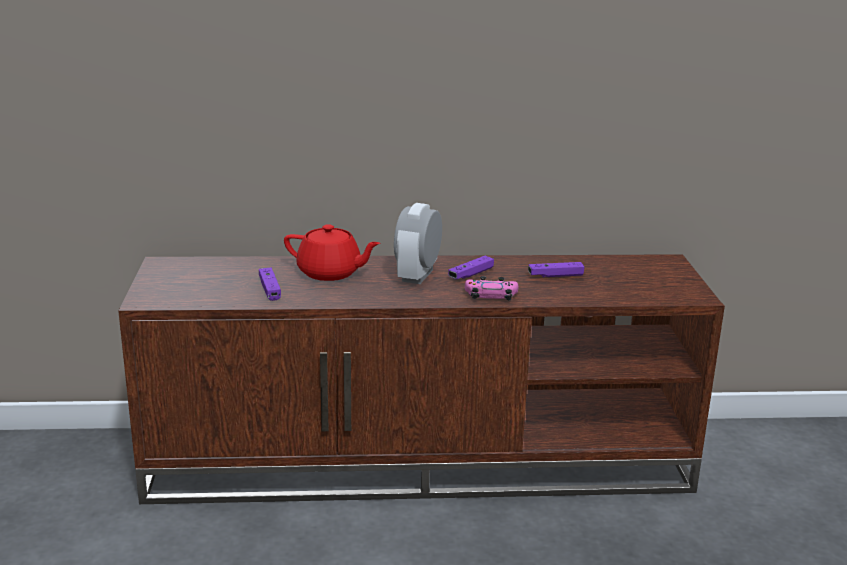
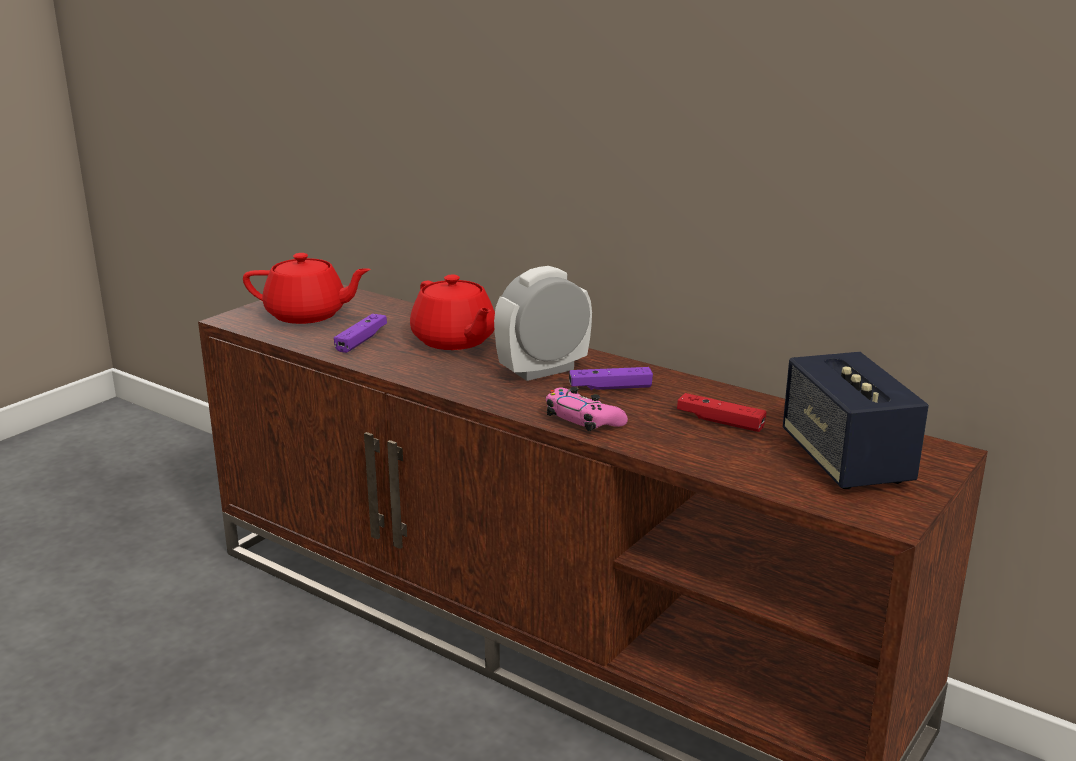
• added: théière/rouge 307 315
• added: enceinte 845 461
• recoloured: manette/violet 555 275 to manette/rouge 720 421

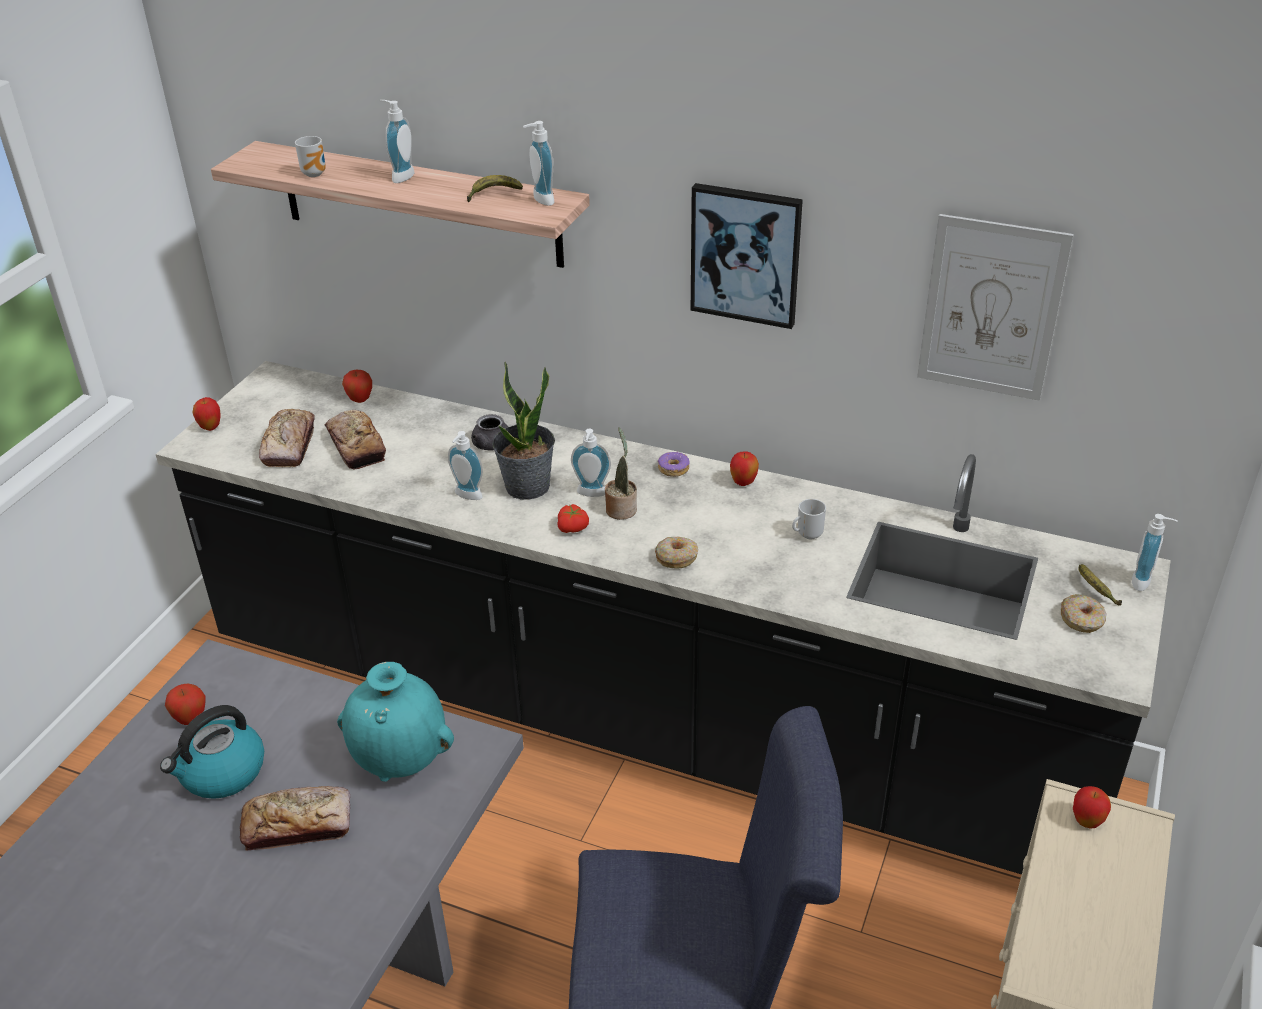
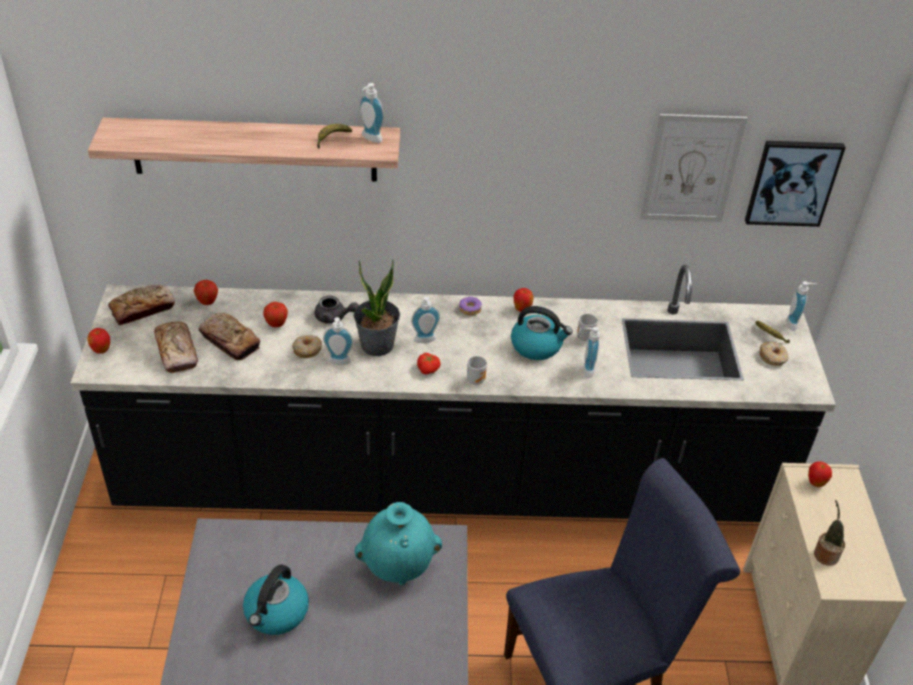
• added: bouilloire 537 346
• moved: pomme 191 719 to 276 325
• moved: pain 298 825 to 143 309
• moved: mug 316 173 to 476 379
• moved: distributeur de savon 400 176 to 585 369
• moved: plante en pot 621 508 to 825 553
• moved: beignet 676 557 to 307 350
• moved: tableau 746 254 to 792 182

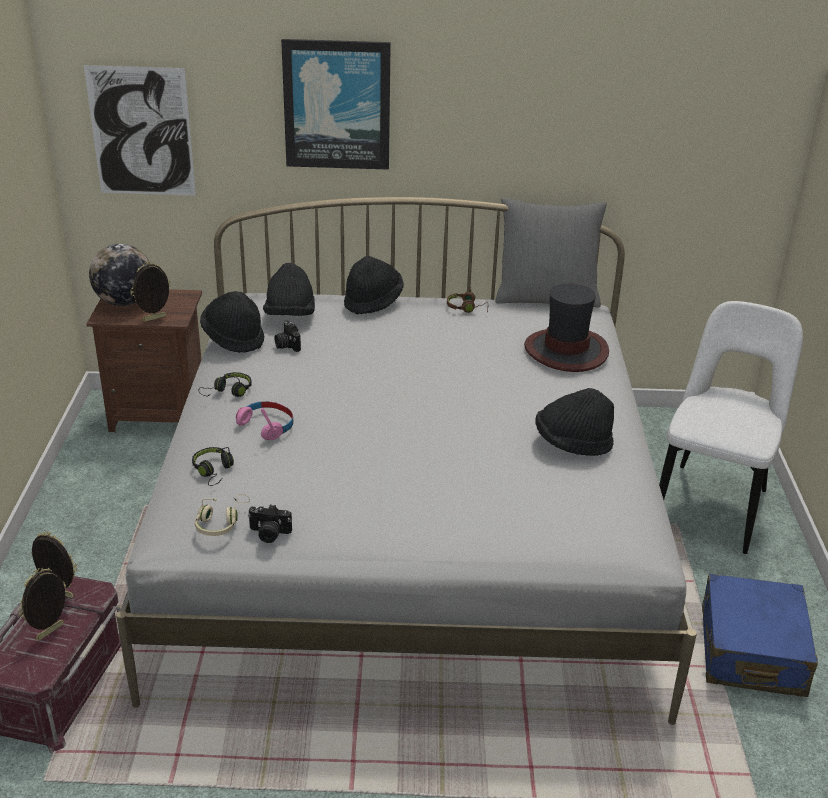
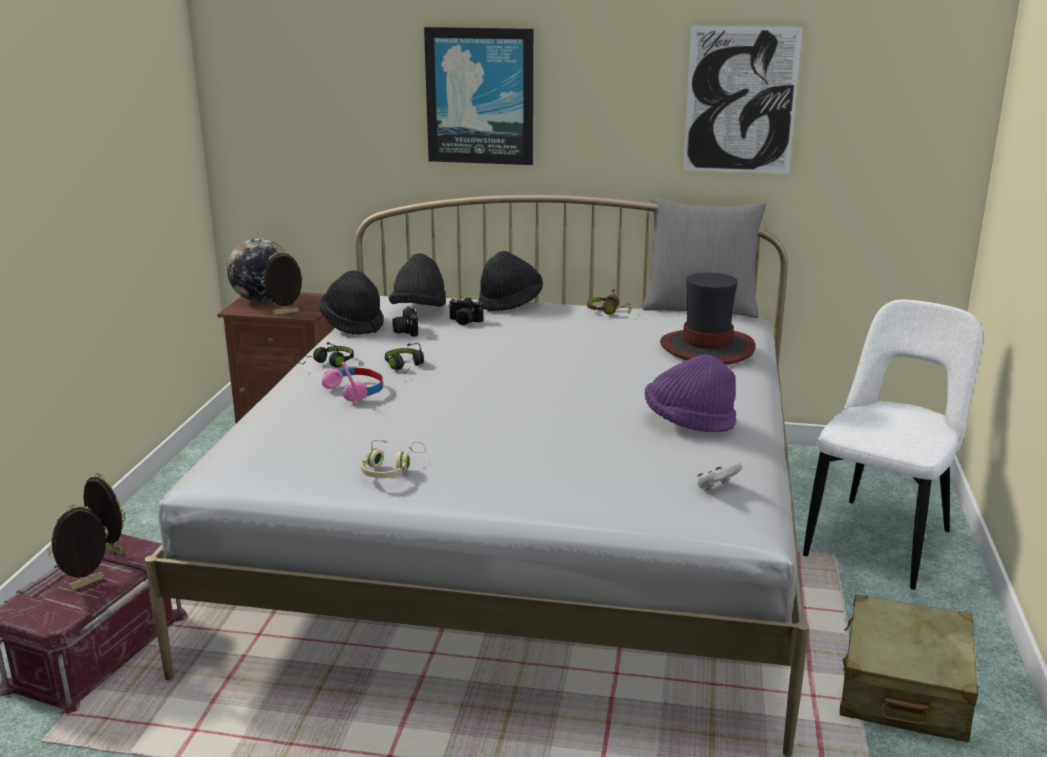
• added: manette/blanc 717 487
• moved: tableau 141 132 to 740 100
• moved: casque audio/noir 213 471 to 404 367
• moved: casque audio/beige 221 522 to 391 469
• moved: appareil photo 269 534 to 464 322
• recoloured: chapeau/noir 572 444 to chapeau/violet 688 422
• recoloured: valise/bleu 751 651 to valise/beige 903 689

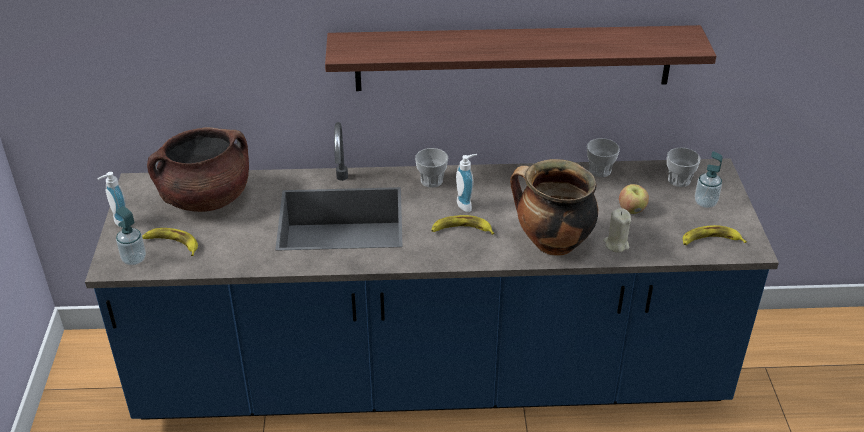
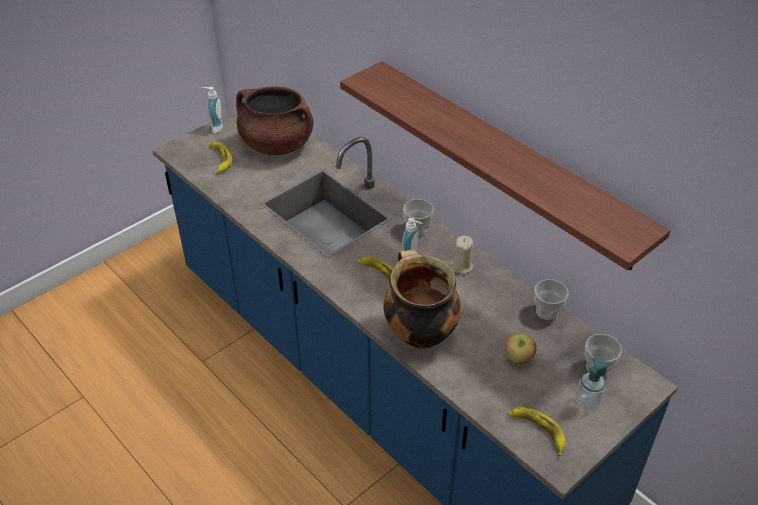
• removed: distributeur de savon 134 259
• moved: bougie/beige 616 244 to 461 266

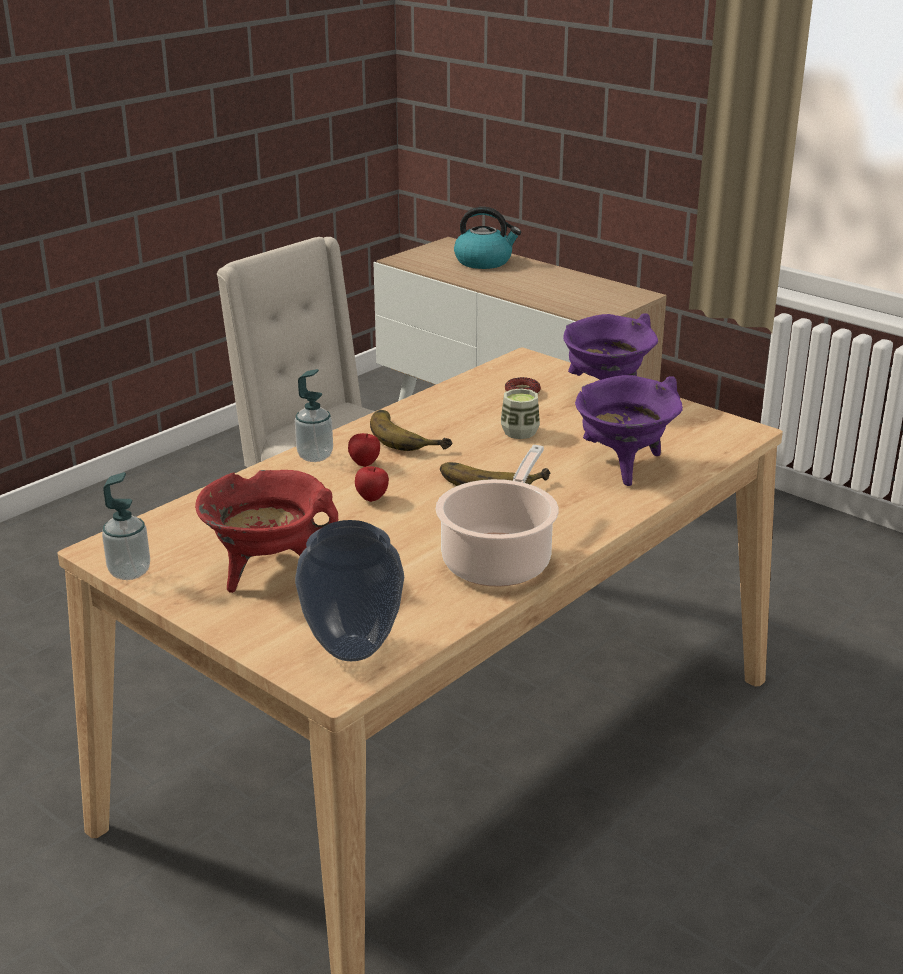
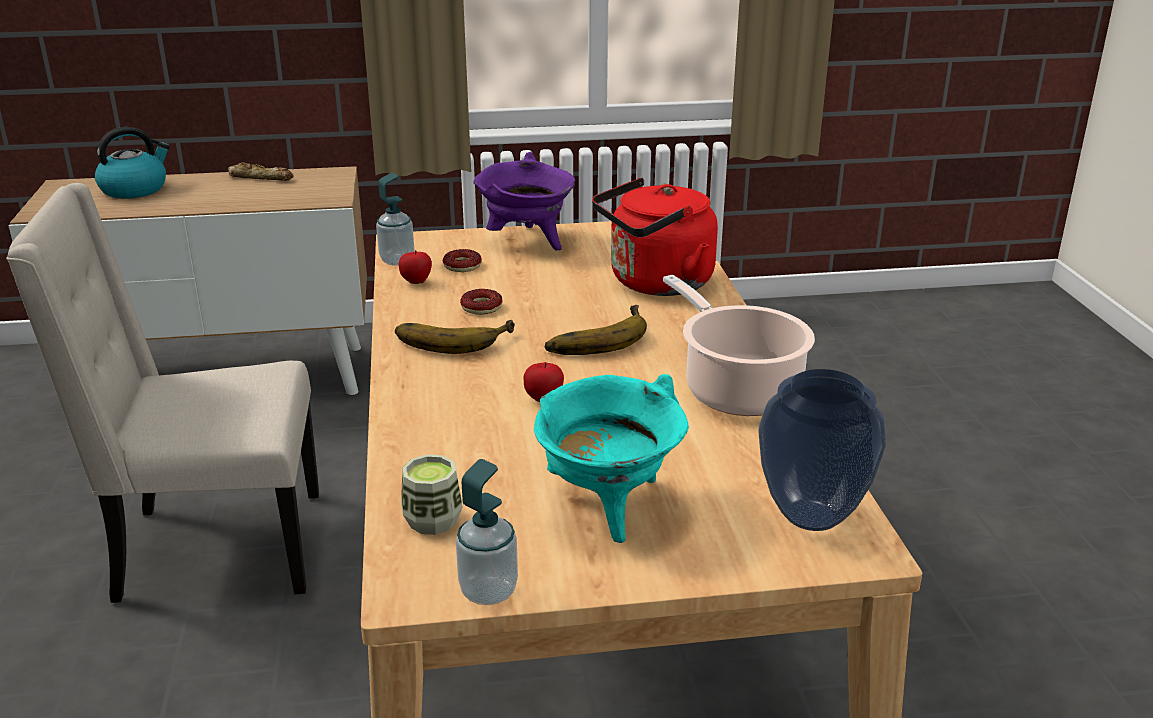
• added: pain 261 177
• added: beignet 481 307
• moved: distributeur de savon 315 456 to 397 260
• moved: pomme 365 464 to 416 282
• moved: tasse 519 432 to 433 520
• replaced: marmite/violet 623 466 to bouilloire/rouge 656 284
• recoloured: marmite/rouge 268 572 to marmite/turquoise 608 506

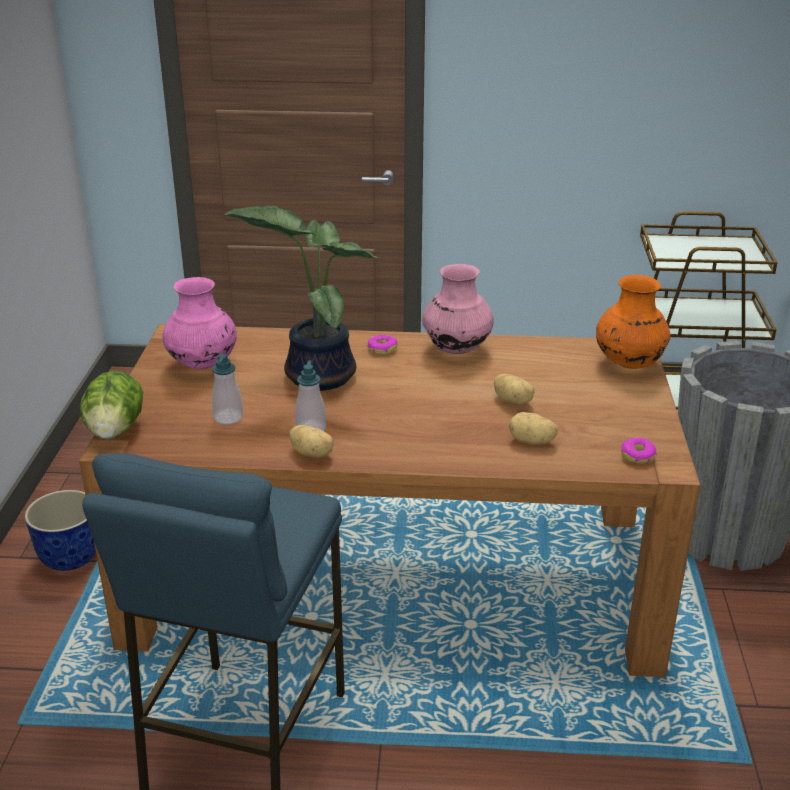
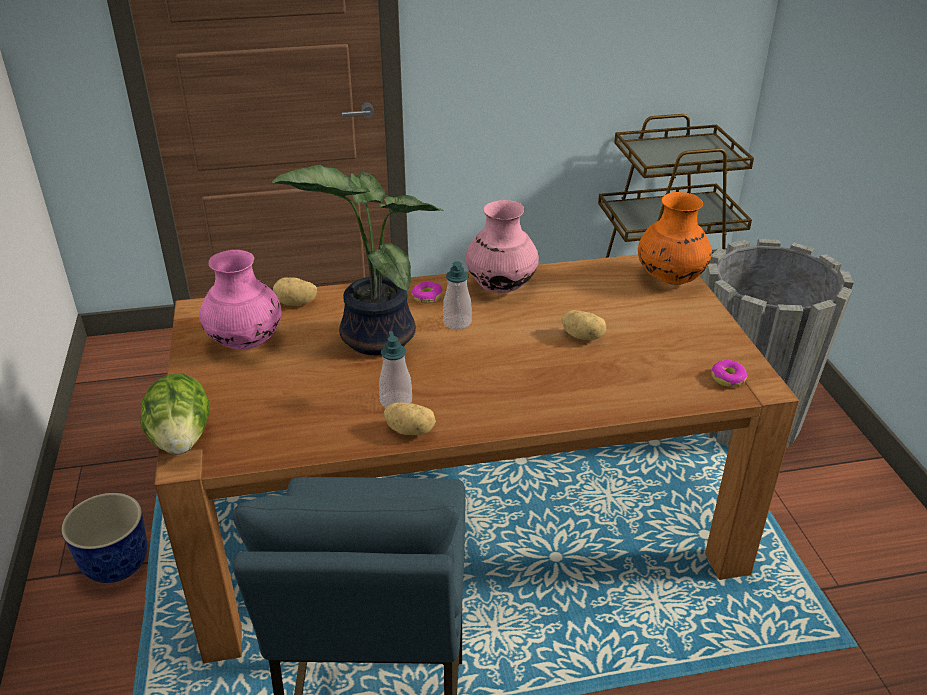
• moved: distributeur de savon 228 417 to 457 322
• moved: pomme de terre 531 442 to 296 303

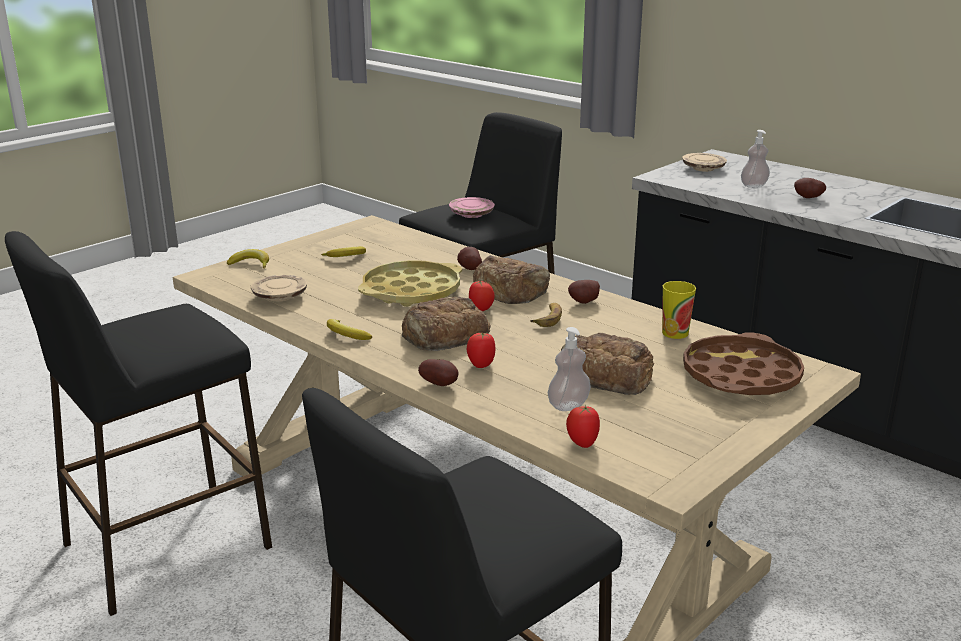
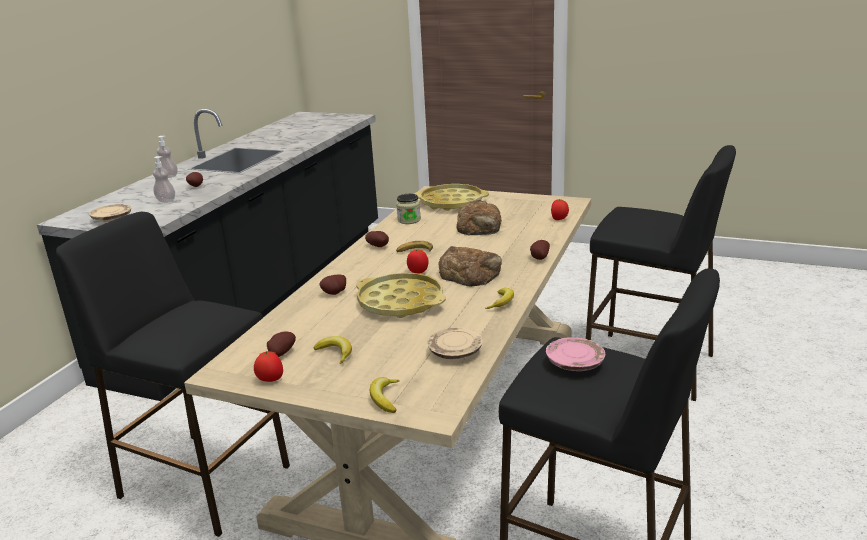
• removed: pain 510 289
• added: pomme de terre 281 354
• moved: assiette/rose 472 214 to 574 363
• moved: tomate 481 365 to 270 380
• moved: distributeur de savon 568 405 to 169 176
• replaced: tasse 675 333 to bocal 409 220
• recoloured: plateau/marron 740 376 to plateau/jaune 451 202

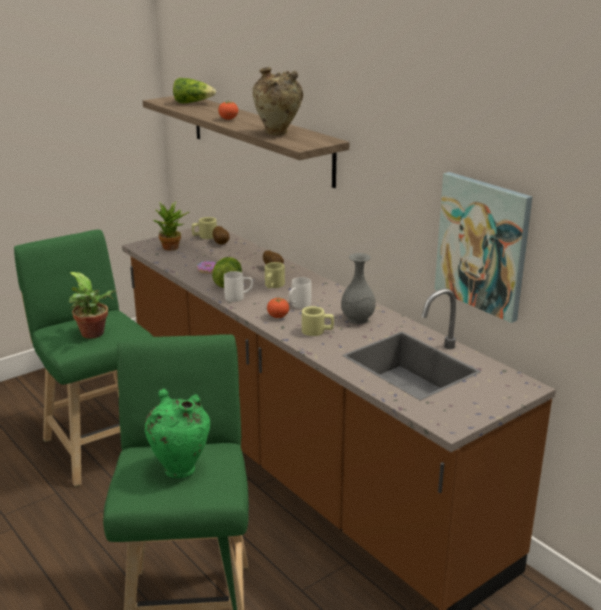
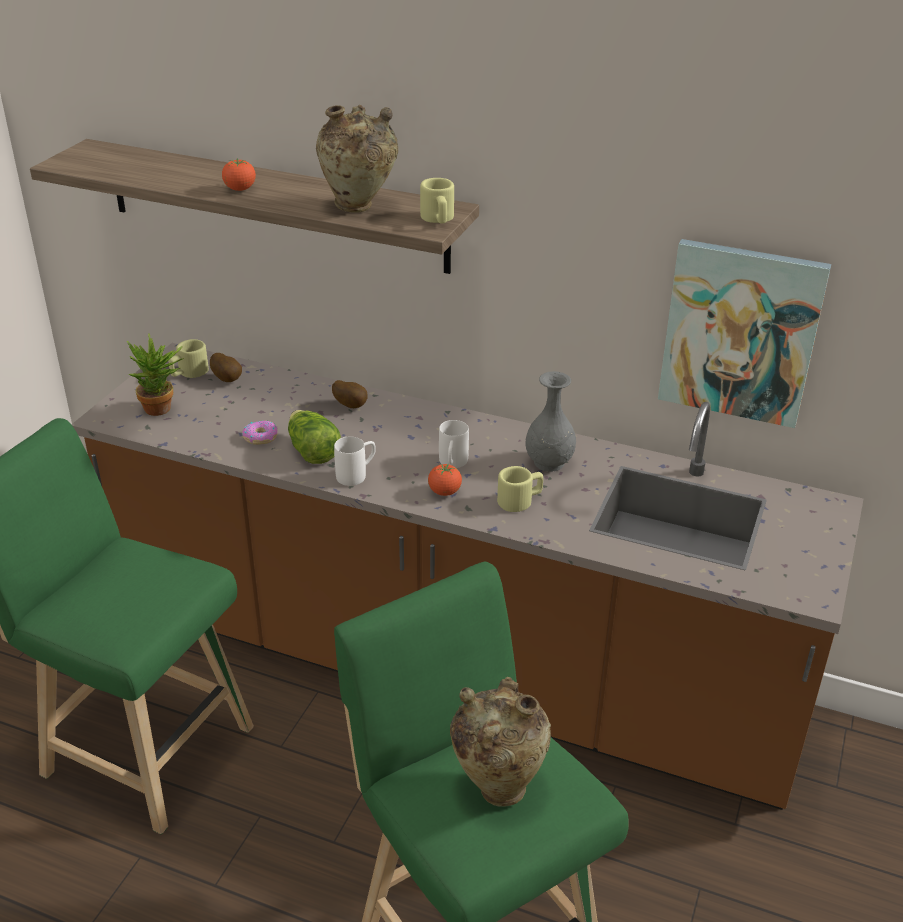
• removed: plante en pot 94 334
• removed: laitue 193 103
• moved: mug/beige 273 286 to 438 219
• recoloured: vase/vert 180 468 to vase/beige 498 785

